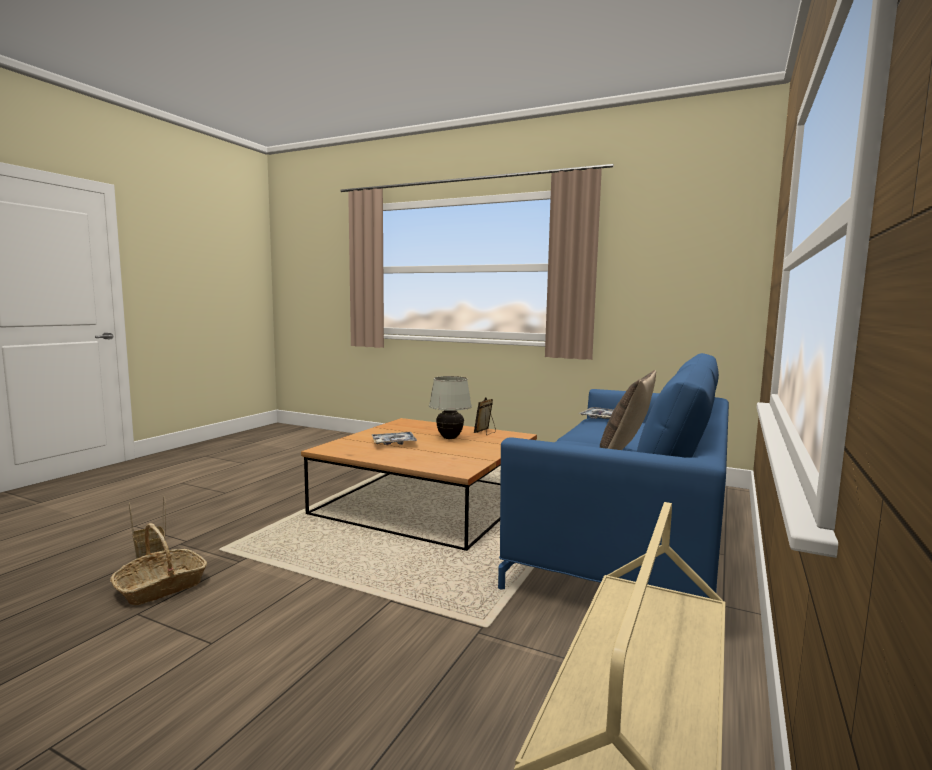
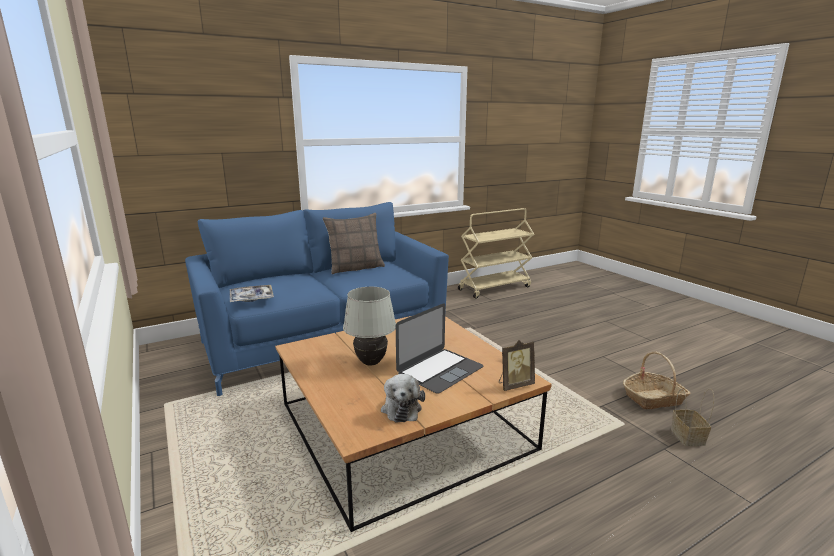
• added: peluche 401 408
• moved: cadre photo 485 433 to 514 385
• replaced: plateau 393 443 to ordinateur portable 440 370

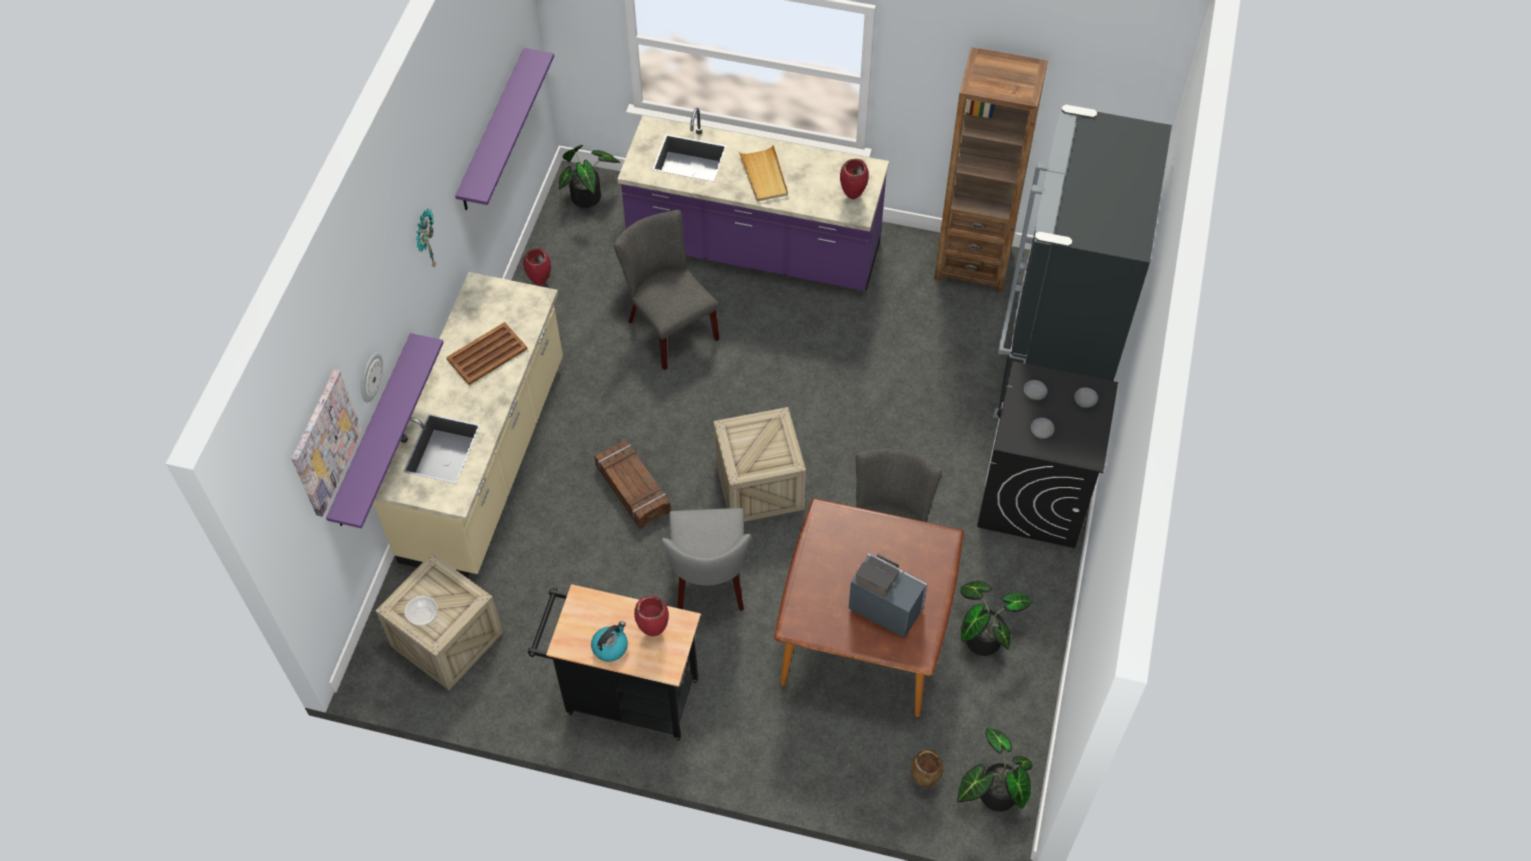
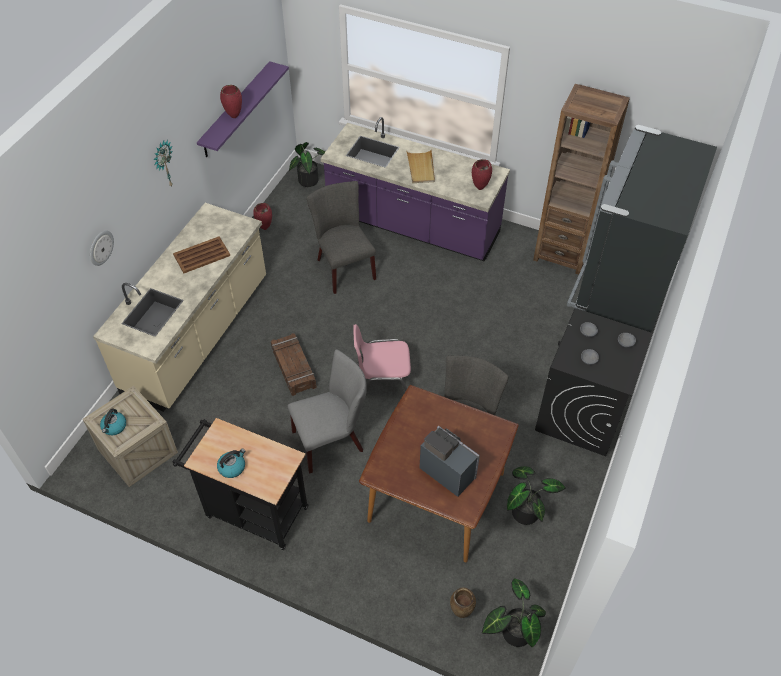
• removed: tableau 325 443
• removed: étagère/violet 373 432
• moved: vase/rouge 653 631 to 234 117
• replaced: bol 423 614 to bouilloire 114 427
• replaced: caisse 759 485 to chaise/rose 382 378
• turned: chaise/gris 709 582 = 332 440 120 degrees counterclockwise

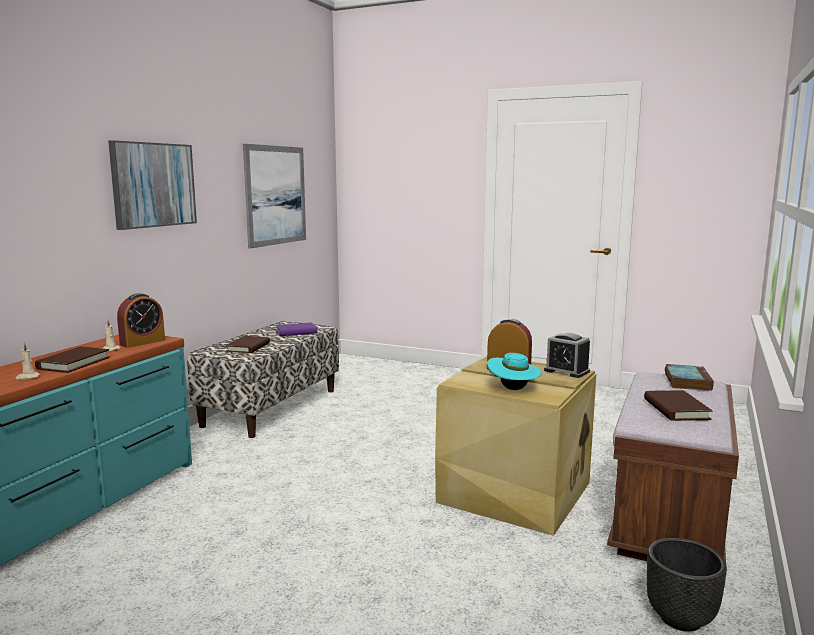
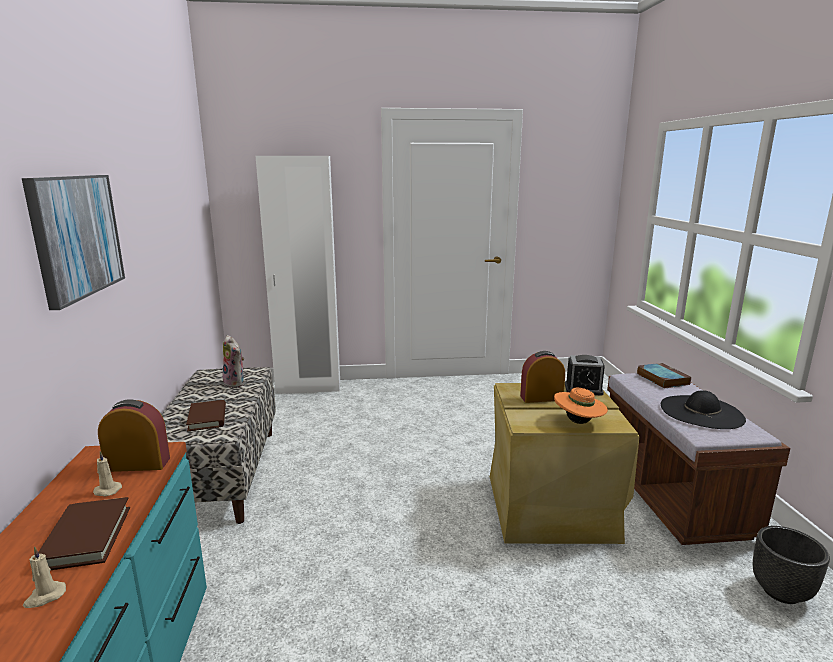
• removed: tableau 275 195
• added: armoire/blanc 308 388
• replaced: livre/violet 296 332 to peluche 236 383
• replaced: livre/marron 676 409 to chapeau/noir 701 411
• recoloured: chapeau/turquoise 513 389 to chapeau/orange 578 422
• turned: réveil 142 342 = 138 464 105 degrees counterclockwise

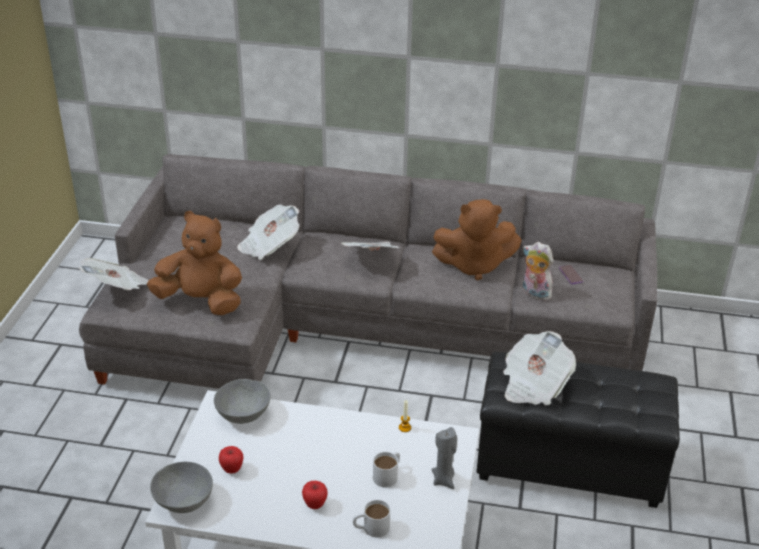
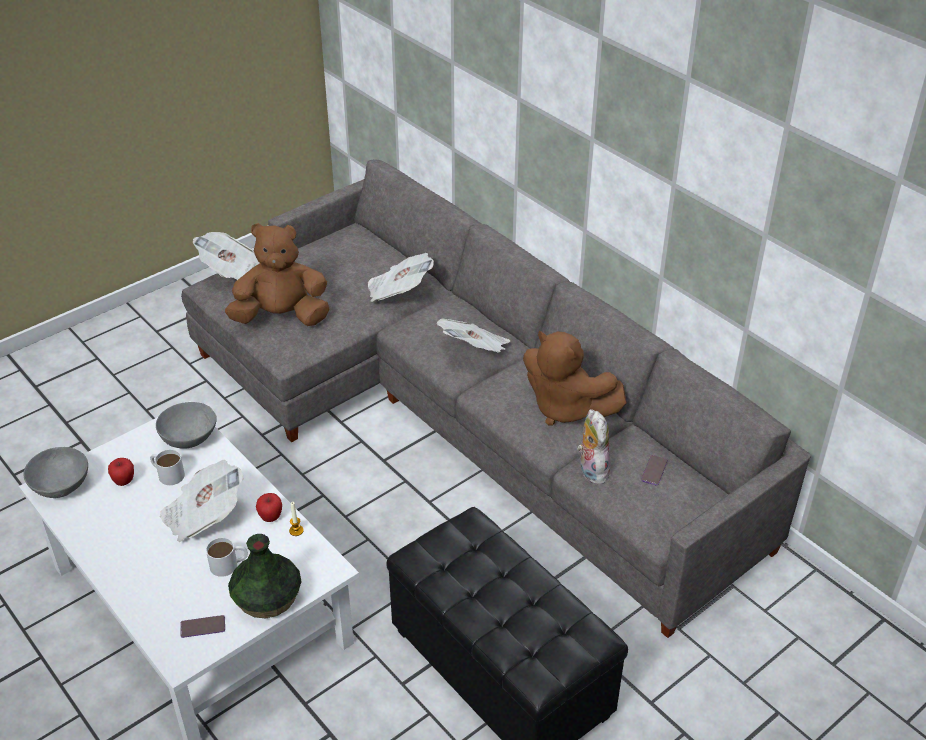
• added: téléphone 203 627
• moved: pomme 315 504 to 270 517
• moved: mug/blanc 371 528 to 167 474
• moved: journal 534 384 to 204 516
• replaced: bougie/gris 444 480 to vase 267 600
• turned: peluche/marron 201 301 = 281 317 60 degrees counterclockwise

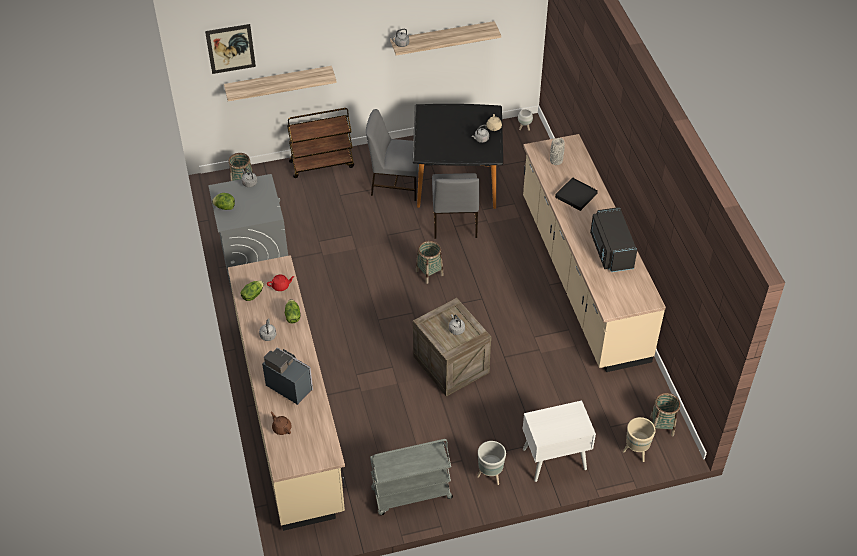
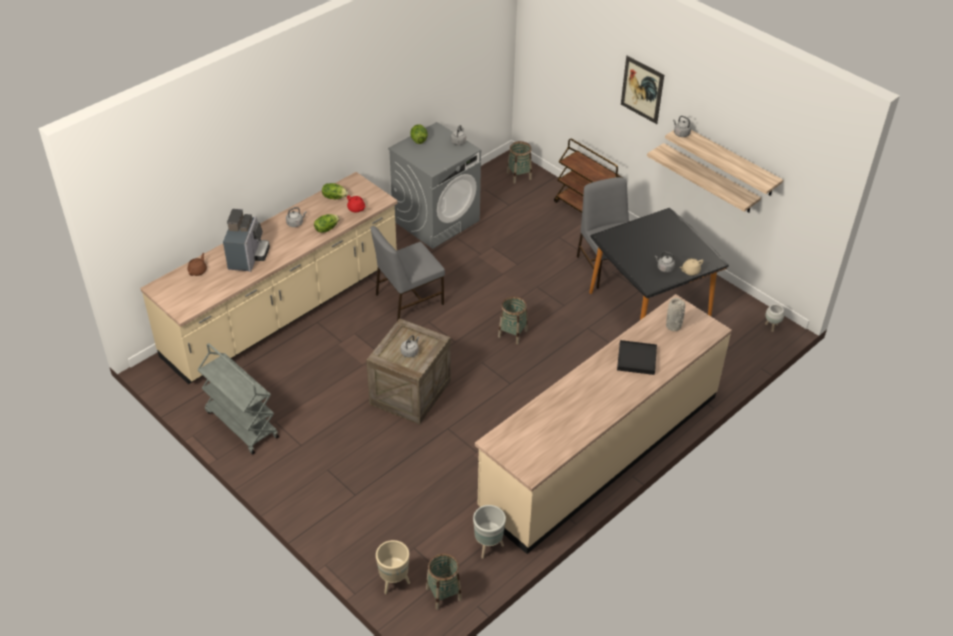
• removed: table de chevet/blanc 554 459
• removed: micro-ondes/noir 610 250
• moved: tableau 230 48 to 642 89
• moved: étagère 279 83 to 709 179
• moved: chaise/gris 454 222 to 408 299
• moved: cache-pot/gris 490 476 to 487 546

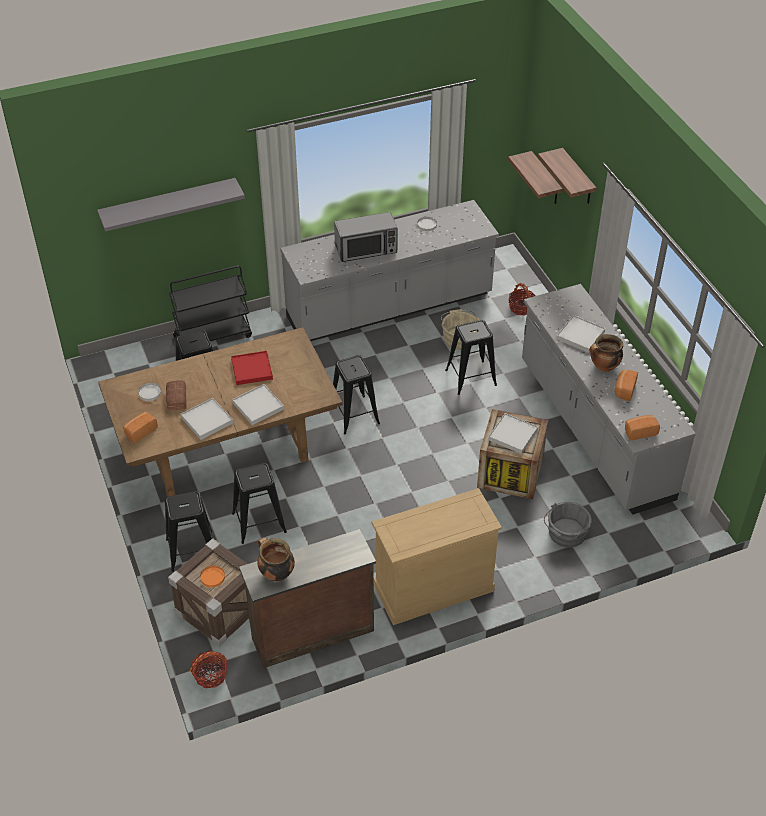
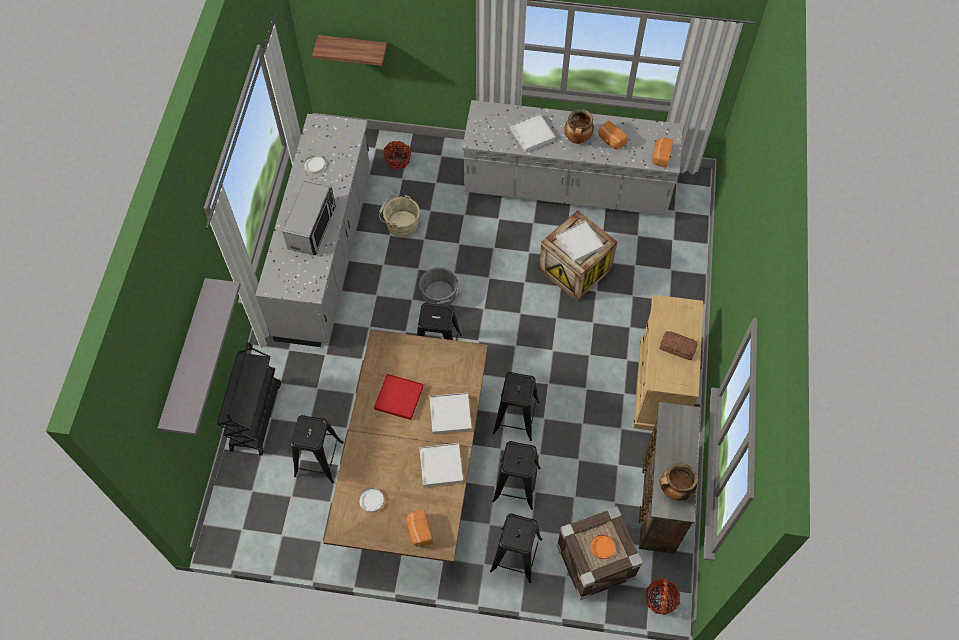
• removed: étagère 578 178
• moved: pain 176 399 to 678 348
• moved: tabouret/noir 471 377 to 516 417
• moved: seau/gris 565 534 to 439 296

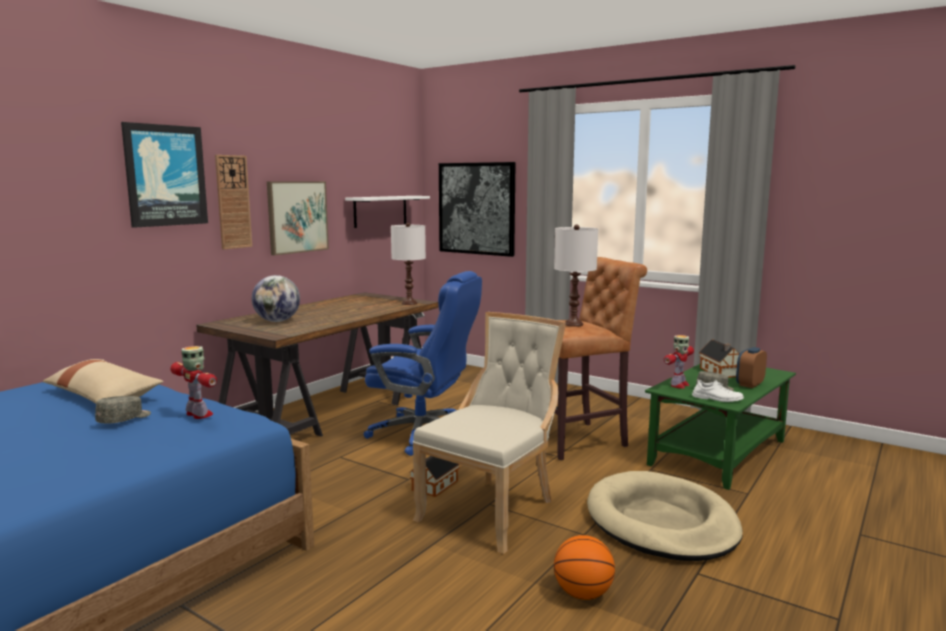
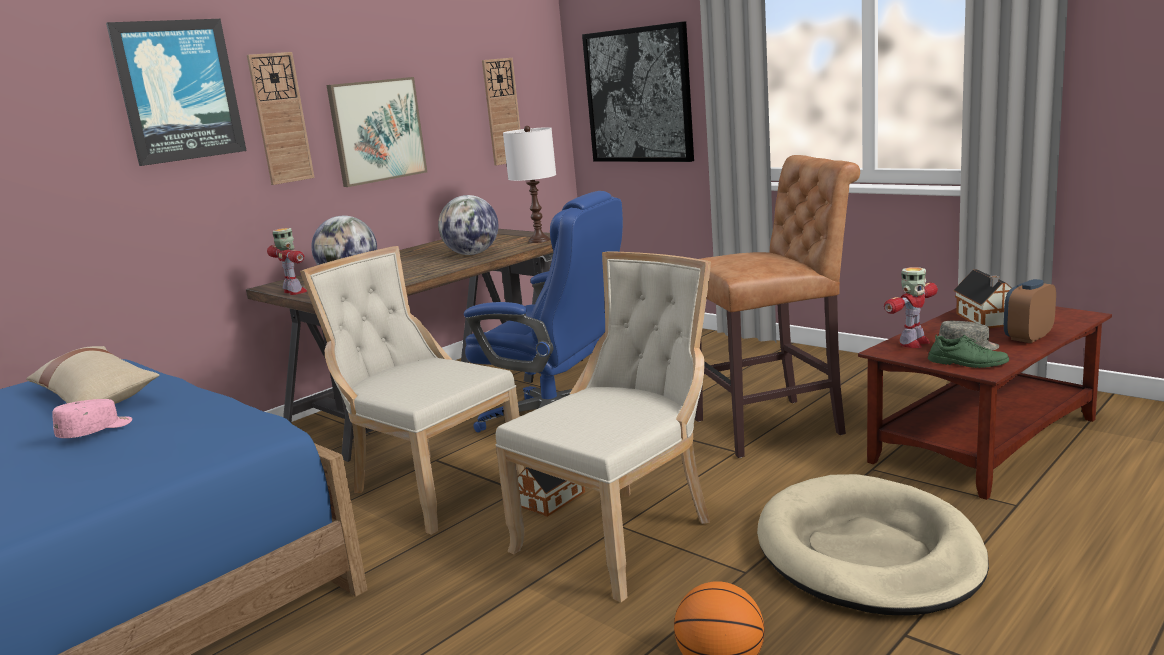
• removed: lampe de table/blanc 574 324
• added: chaise/beige 430 487
• added: globe 472 254
• moved: robot jouet 199 415 to 294 292
• replaced: étagère/blanc 380 211 to horloge murale 502 111
• recoloured: casquette/gris 124 419 to casquette/rose 96 431
• recoloured: table basse/vert 718 452 to table basse/marron 984 440
• recoloured: chaussure/blanc 717 398 to chaussure/vert 967 363

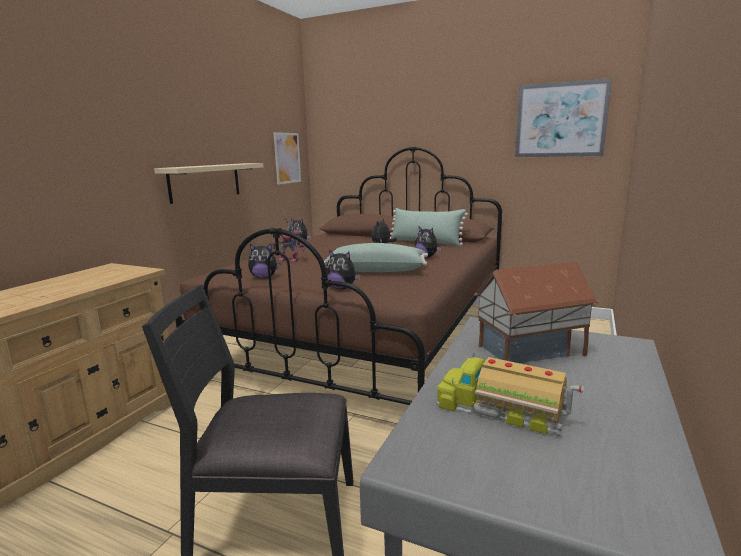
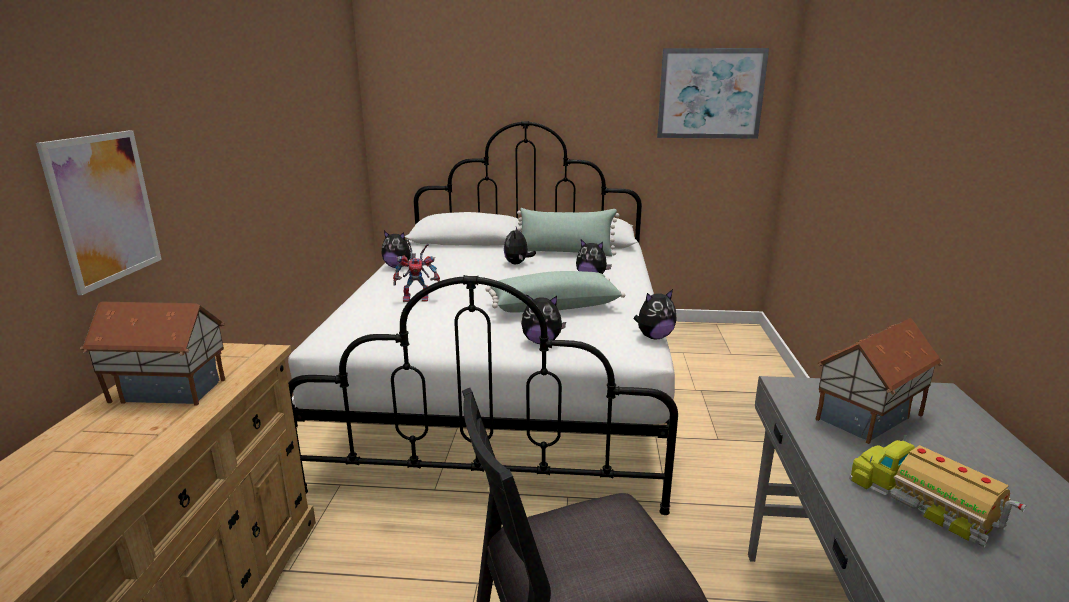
• removed: étagère/beige 205 182
• added: maison miniature 169 389
• moved: peluche 264 277 to 654 337
• moved: tableau 287 158 to 105 208
• recoloured: lit/marron 368 339 to lit/blanc 510 386
• turned: camion jouet 502 409 = 925 502 45 degrees clockwise

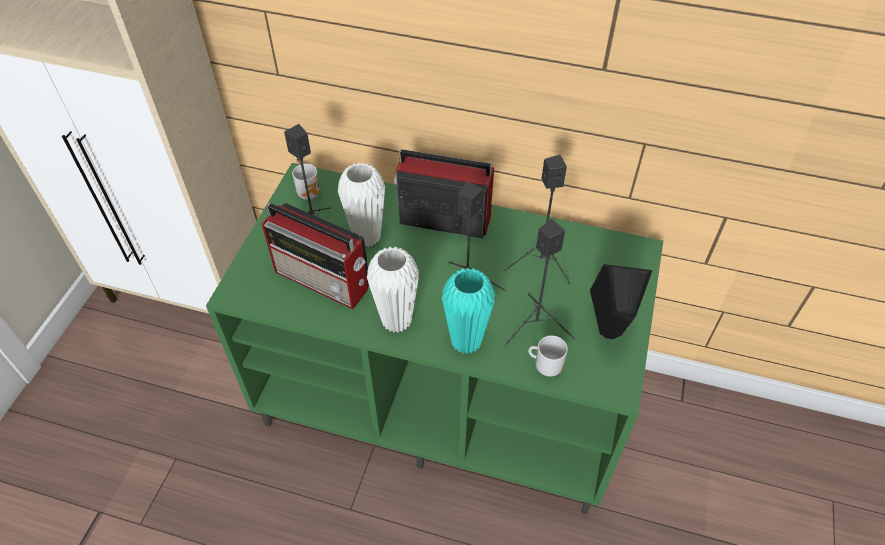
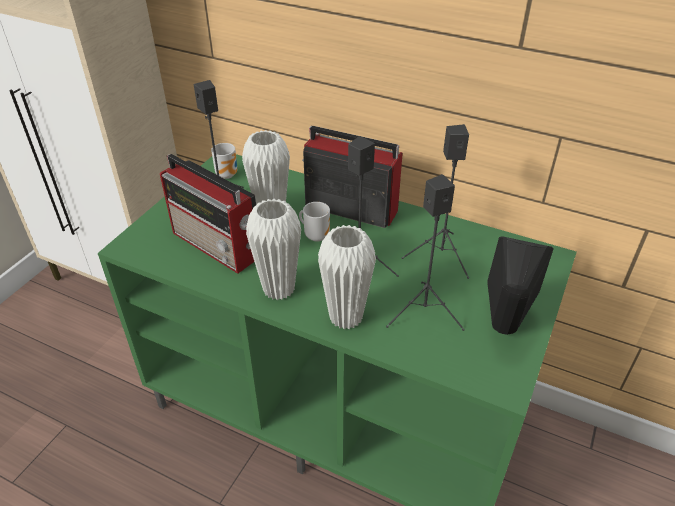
• moved: mug 546 366 to 316 235
• recoloured: vase/turquoise 466 341 to vase/blanc 346 317

